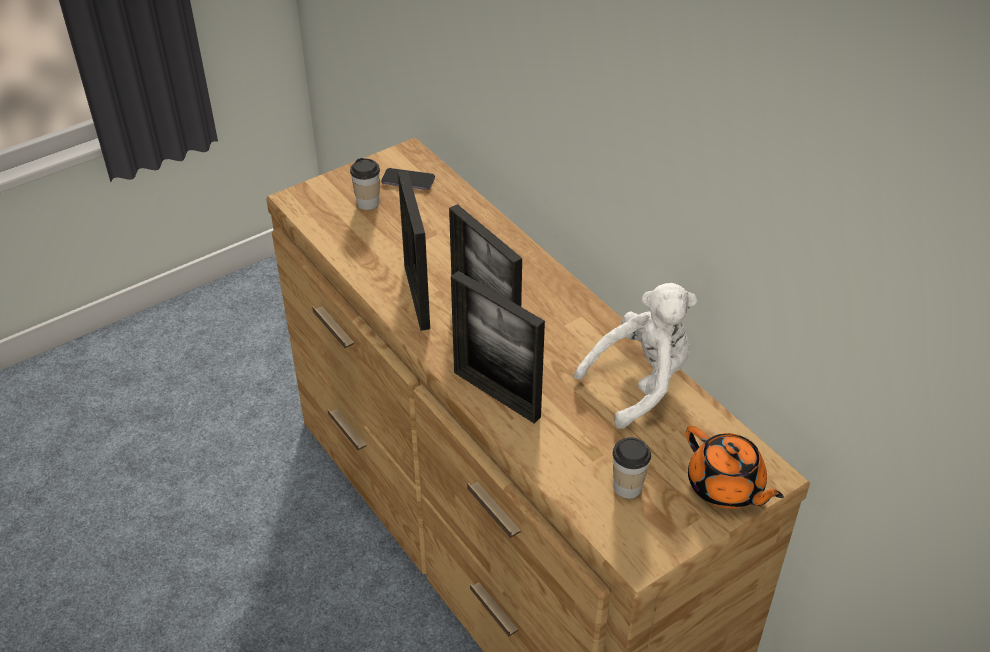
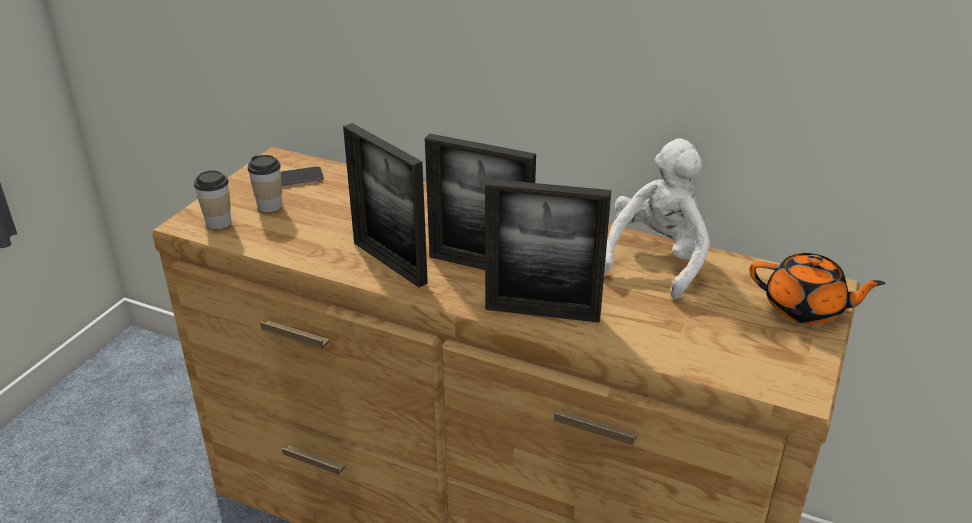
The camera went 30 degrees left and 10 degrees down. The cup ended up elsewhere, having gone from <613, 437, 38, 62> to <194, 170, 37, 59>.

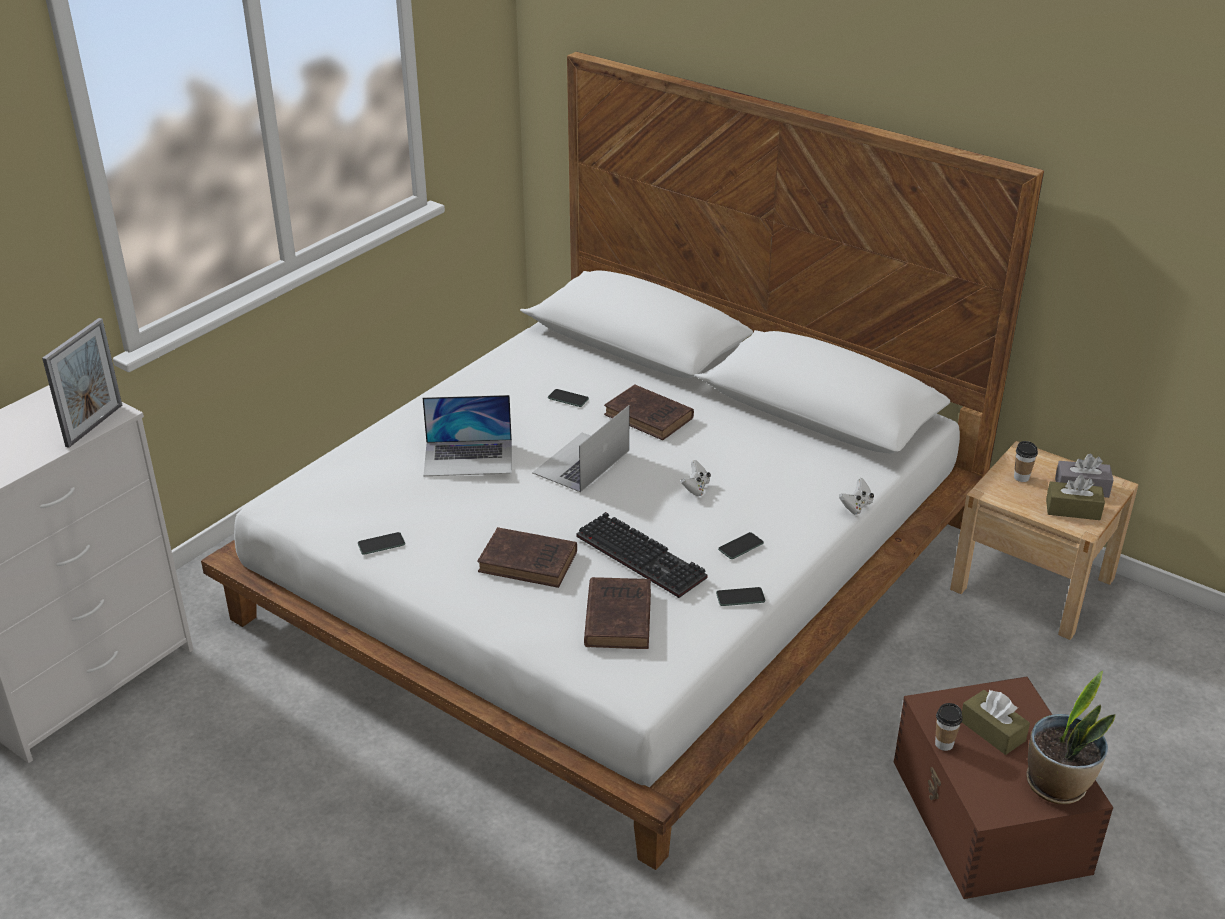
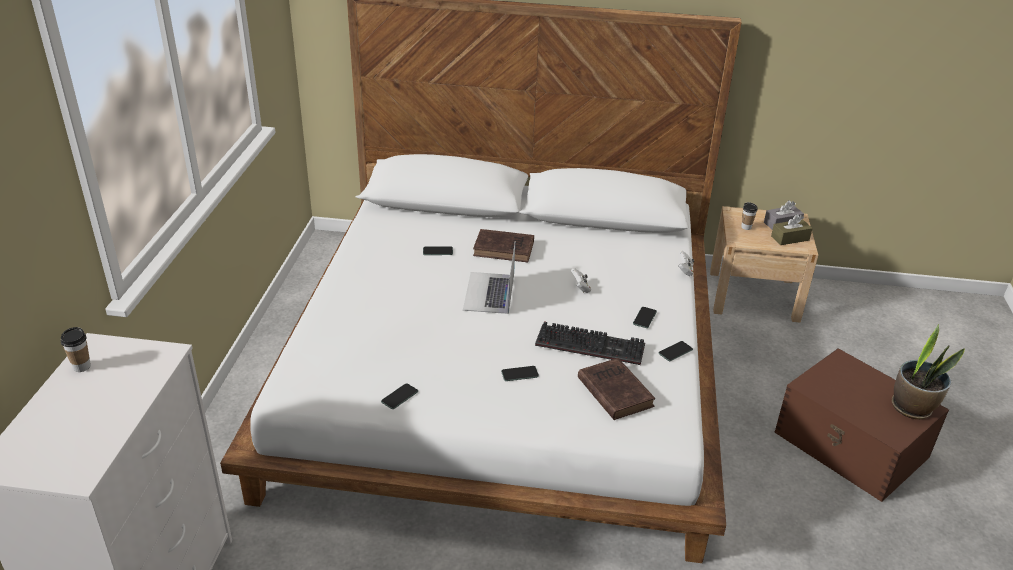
The camera went 30 degrees left and 0 degrees up. The second view lost the picture frame at <42, 318, 80, 130>. The second view lost the laptop at <423, 395, 89, 81>. Where the brown book stood at <477, 527, 100, 61>, the phone came to stand at <501, 366, 38, 15>. The cup ended up elsewhere, having gone from <935, 703, 27, 48> to <61, 327, 30, 45>. The second view lost the brown tissue box at <962, 690, 68, 65>.

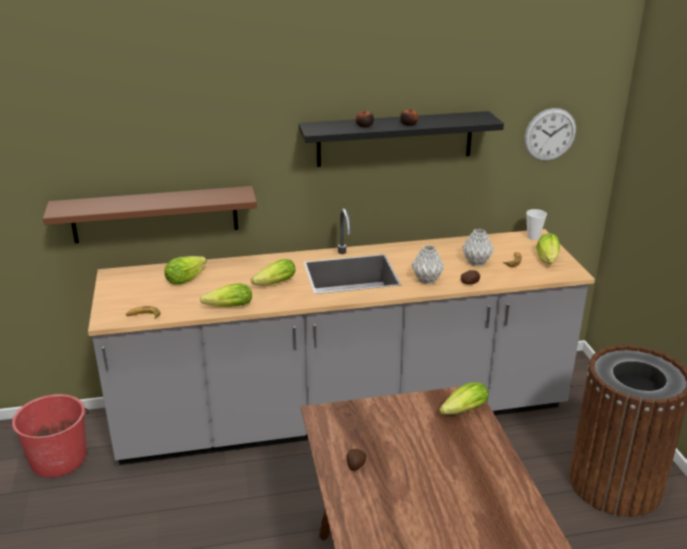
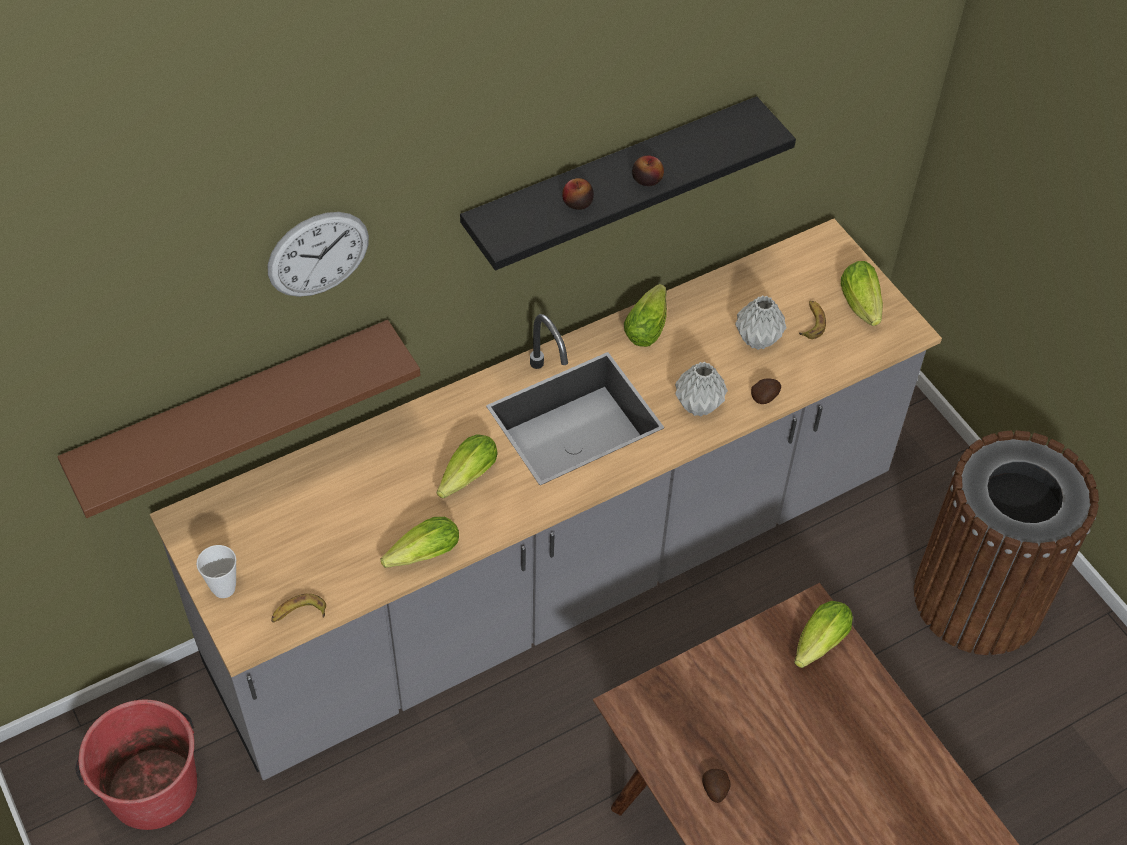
The camera went 20 degrees left and 25 degrees up. The lettuce ended up elsewhere, having gone from <164, 256, 43, 29> to <624, 284, 43, 63>. The wall clock ended up elsewhere, having gone from <524, 108, 52, 53> to <268, 212, 101, 85>. The cup ended up elsewhere, having gone from <526, 209, 21, 31> to <196, 545, 40, 53>.

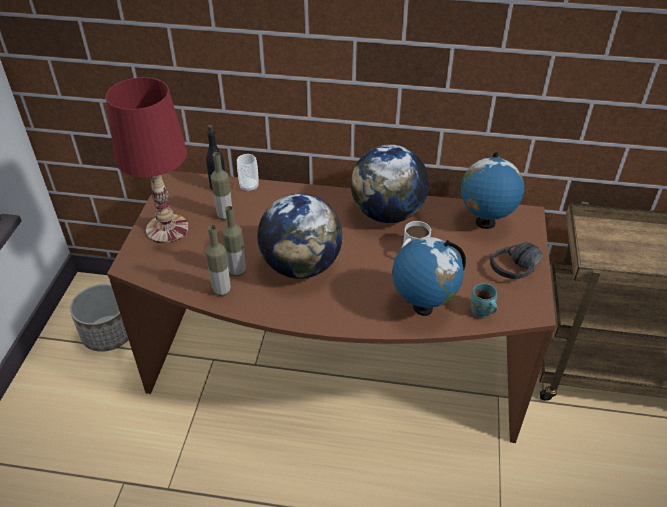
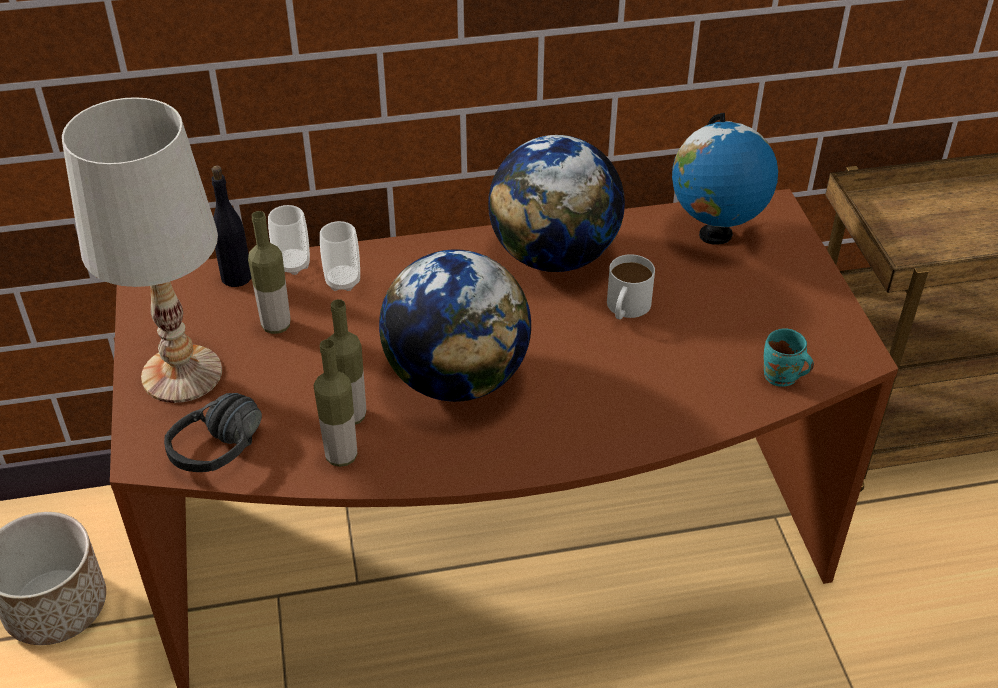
The camera went 20 degrees left and 0 degrees up. What was the red table lamp at <106, 77, 83, 166> turned into the white table lamp at <62, 97, 160, 306>. The second view lost the globe at <392, 237, 74, 79>. The black headphones ended up elsewhere, having gone from <490, 242, 53, 37> to <164, 393, 98, 79>. The second view gained the cup at <320, 221, 40, 70>.

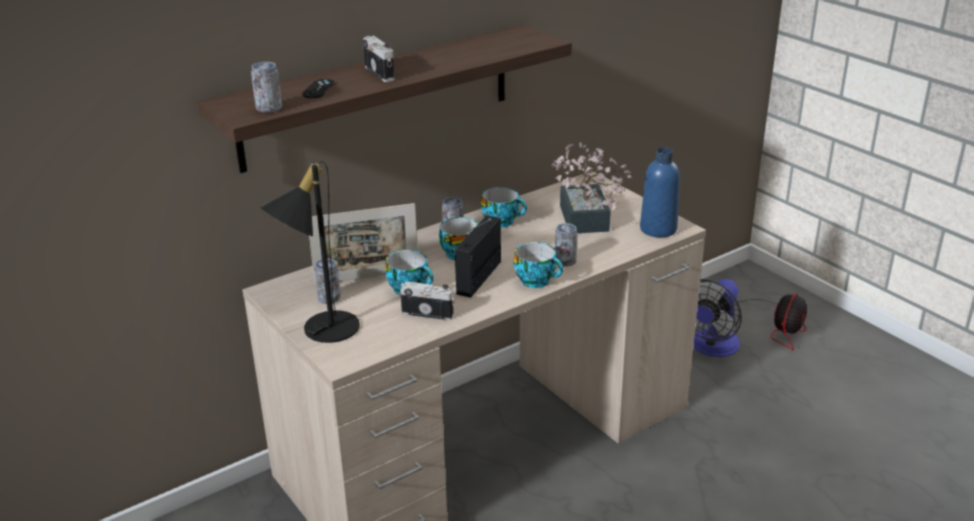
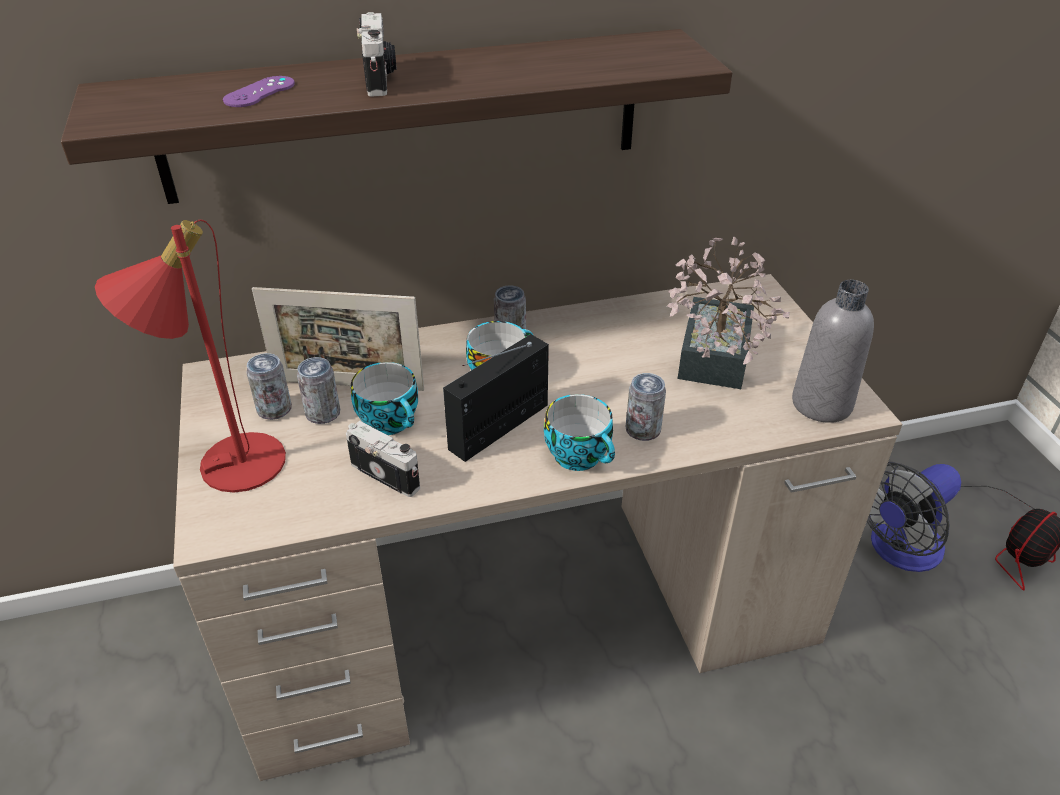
The camera went 20 degrees right and 10 degrees up. The can ended up elsewhere, having gone from <251, 62, 31, 51> to <297, 357, 43, 67>. What was the black table lamp at <260, 161, 100, 182> turned into the red table lamp at <95, 220, 191, 273>. What was the black game controller at <302, 79, 33, 19> turned into the purple game controller at <223, 76, 72, 31>. The second view lost the cup at <481, 187, 46, 41>. What was the blue bottle at <640, 148, 40, 89> turned into the grey bottle at <792, 280, 82, 143>.

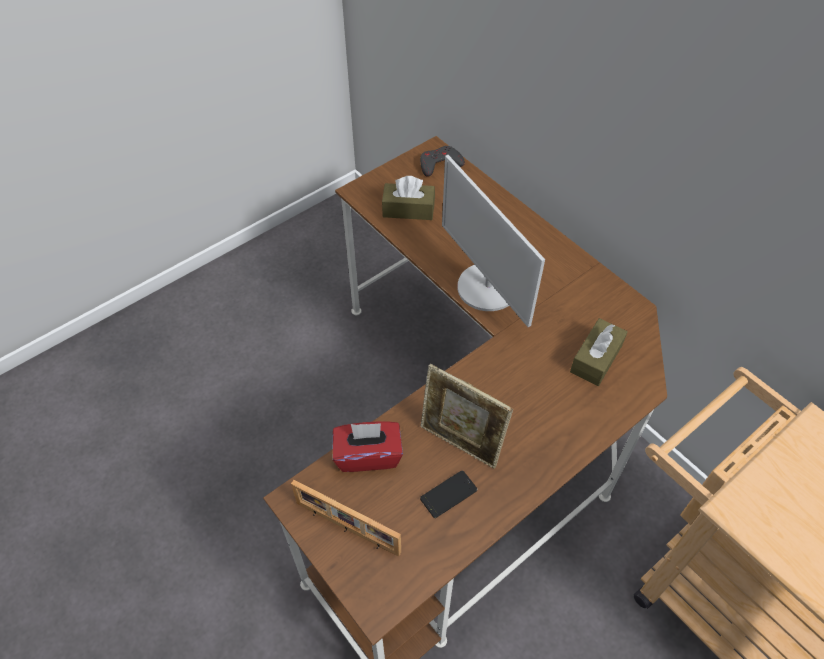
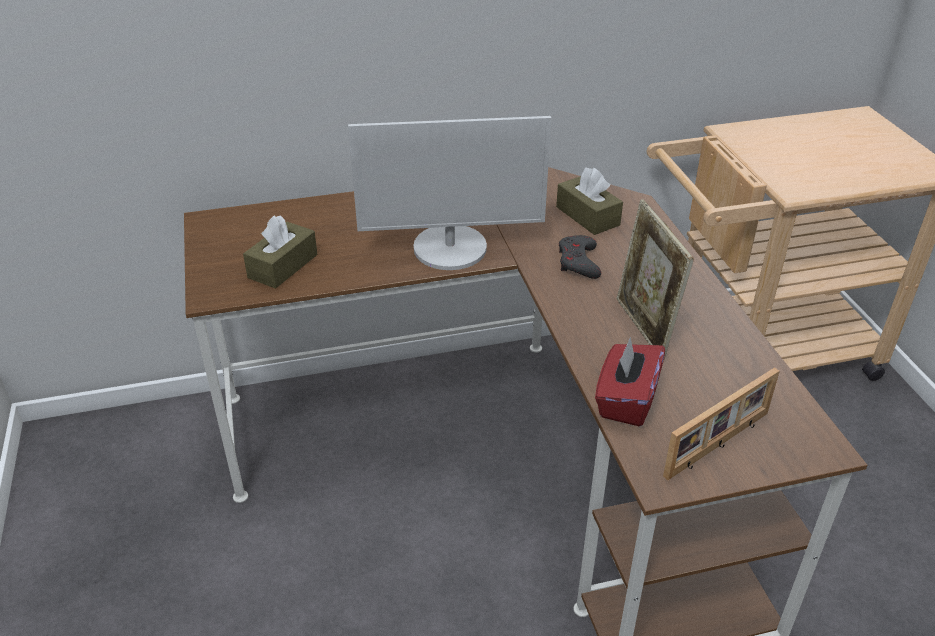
The camera went 65 degrees left and 15 degrees down. The grey game controller ended up elsewhere, having gone from <420, 146, 45, 31> to <559, 235, 42, 44>. The second view lost the phone at <420, 471, 57, 47>. The picture frame at <421, 364, 92, 105> ended up facing another way, 105 degrees clockwise from before.

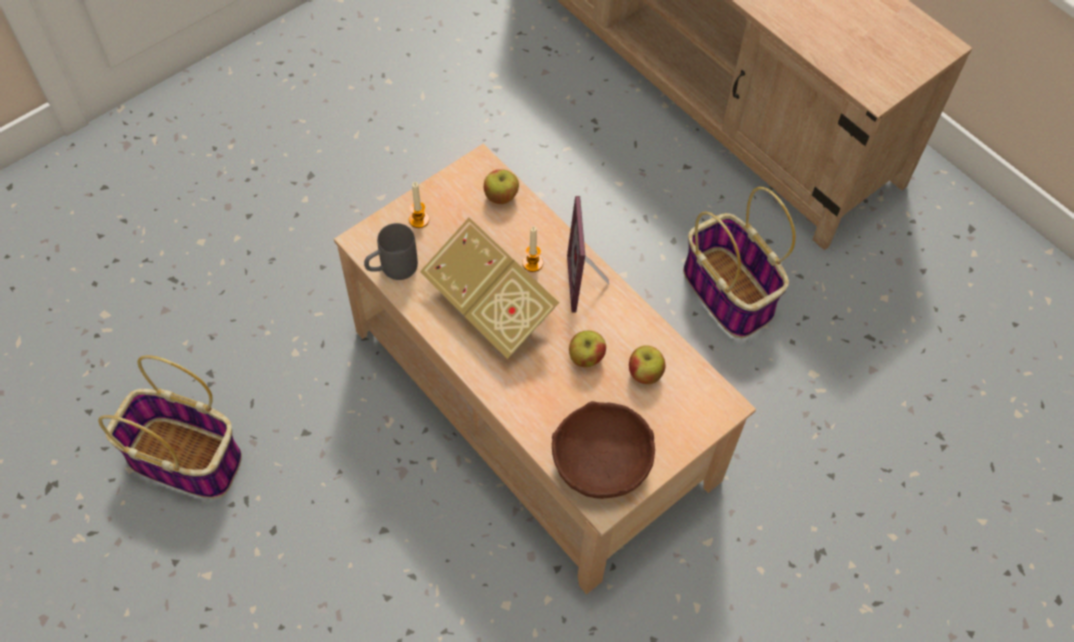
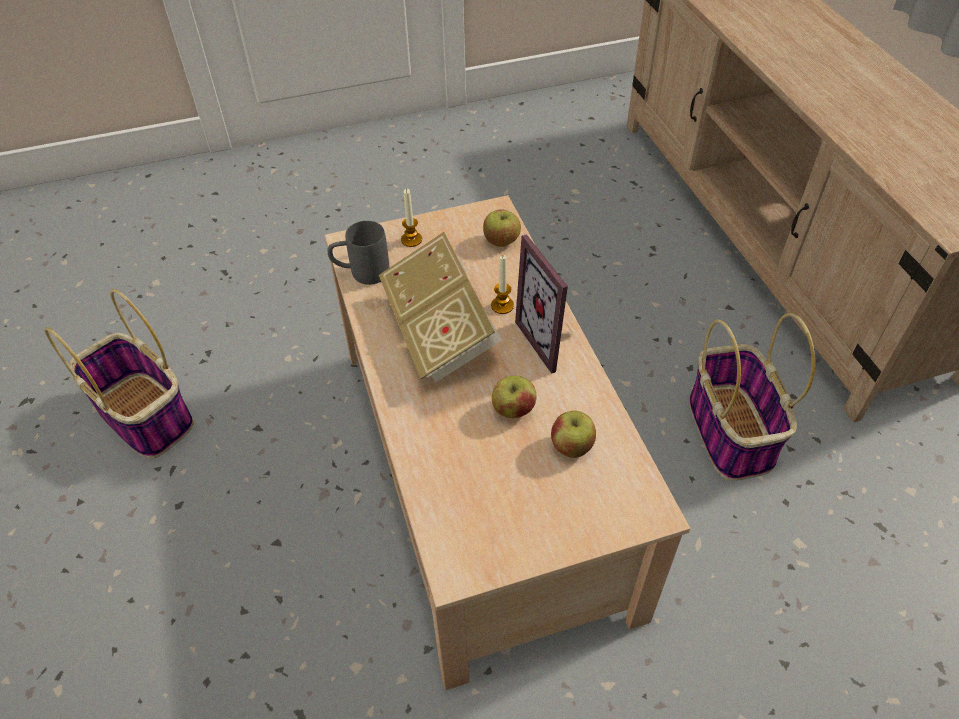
The camera went 25 degrees right and 10 degrees down. The second view lost the brown bowl at <552, 401, 103, 98>. The picture frame at <567, 196, 42, 117> ended up facing another way, 45 degrees counterclockwise from before.

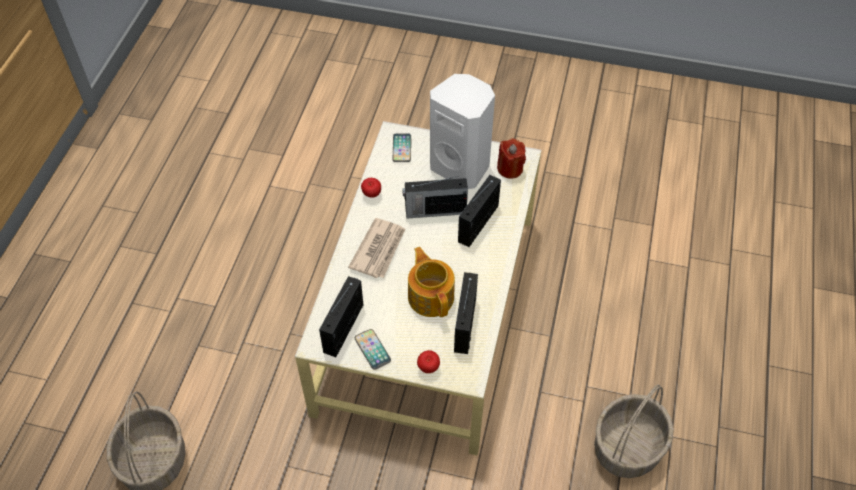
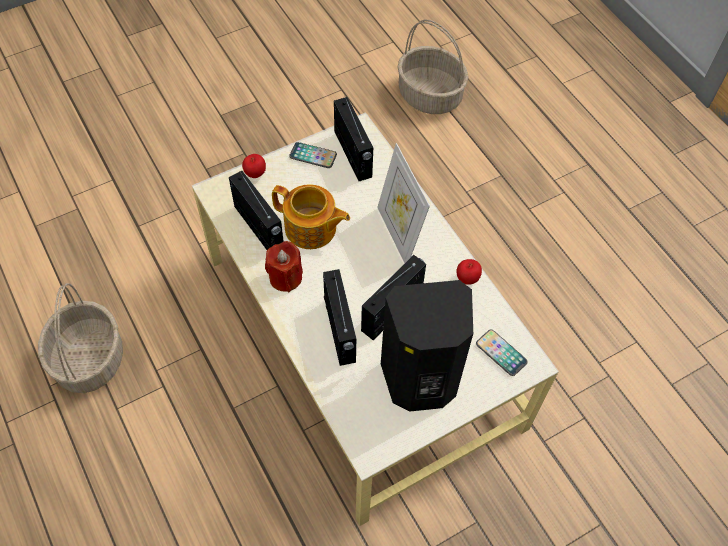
The camera went 135 degrees right and 5 degrees up. Where the newspaper stood at <348, 218, 57, 60>, the picture frame came to stand at <377, 143, 53, 120>. What was the white speaker at <430, 74, 65, 115> turned into the black speaker at <381, 280, 92, 131>. The red candle ended up elsewhere, having gone from <497, 139, 29, 40> to <265, 241, 38, 52>.

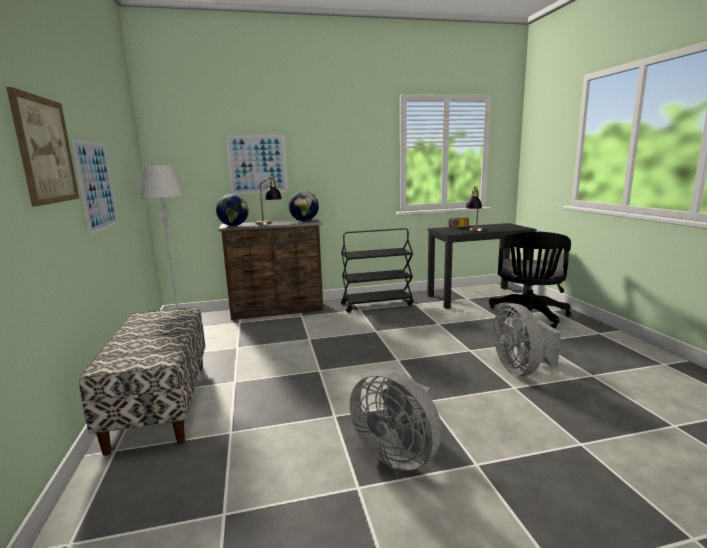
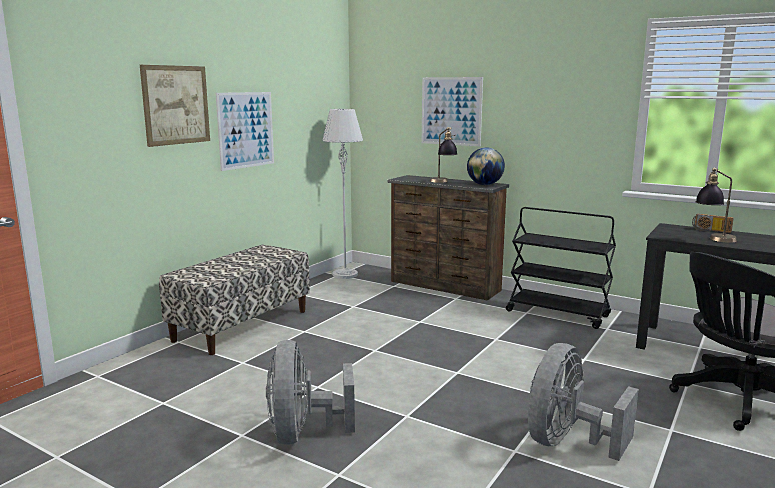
The camera went 45 degrees right and 0 degrees up. The second view lost the globe at <216, 194, 33, 32>.

